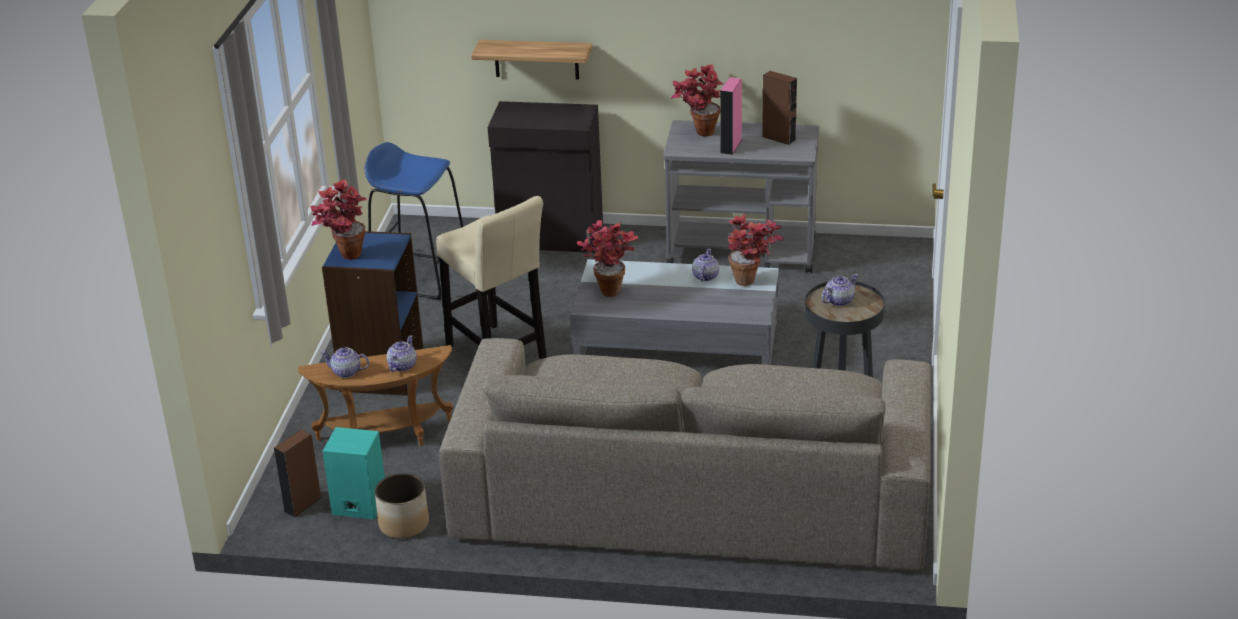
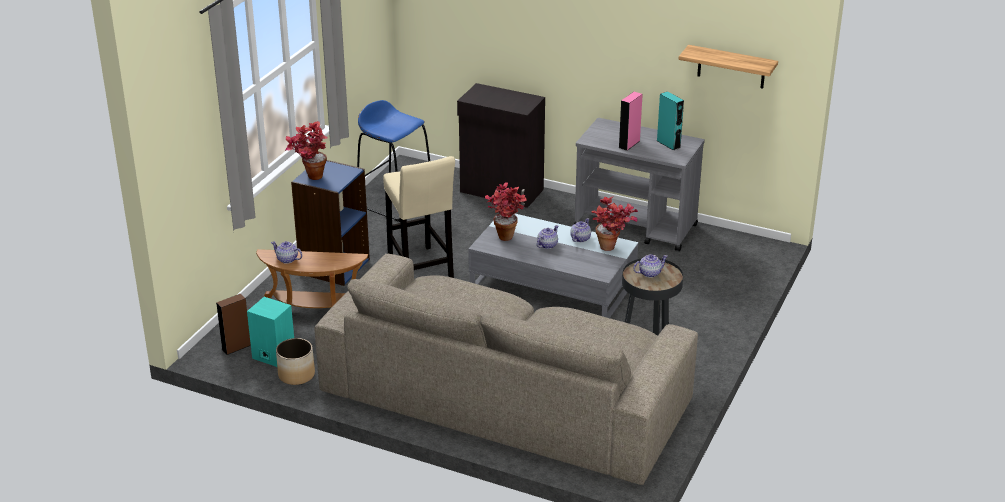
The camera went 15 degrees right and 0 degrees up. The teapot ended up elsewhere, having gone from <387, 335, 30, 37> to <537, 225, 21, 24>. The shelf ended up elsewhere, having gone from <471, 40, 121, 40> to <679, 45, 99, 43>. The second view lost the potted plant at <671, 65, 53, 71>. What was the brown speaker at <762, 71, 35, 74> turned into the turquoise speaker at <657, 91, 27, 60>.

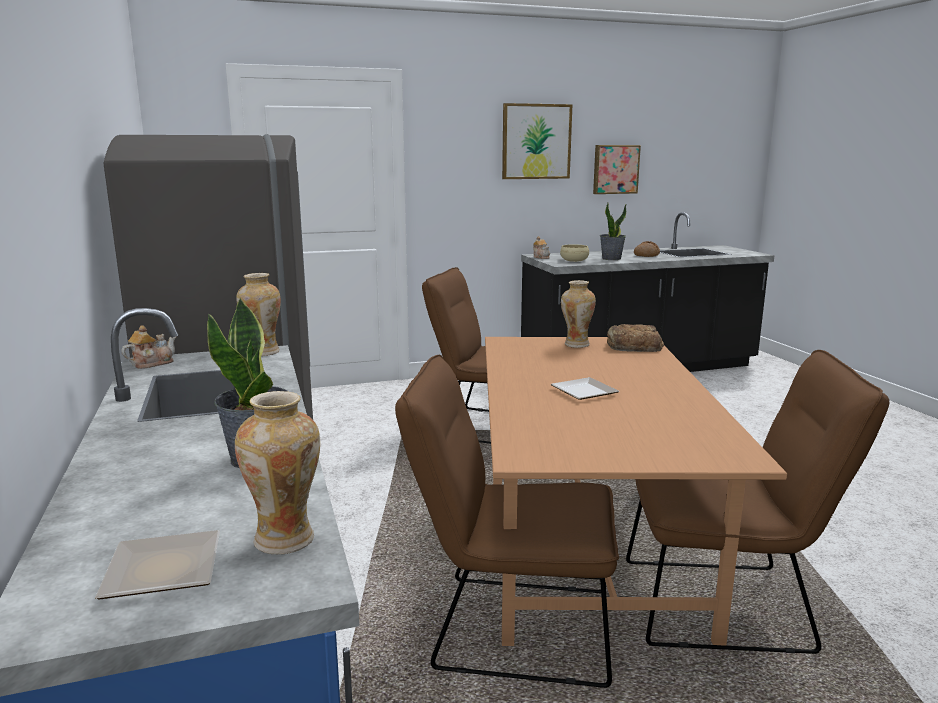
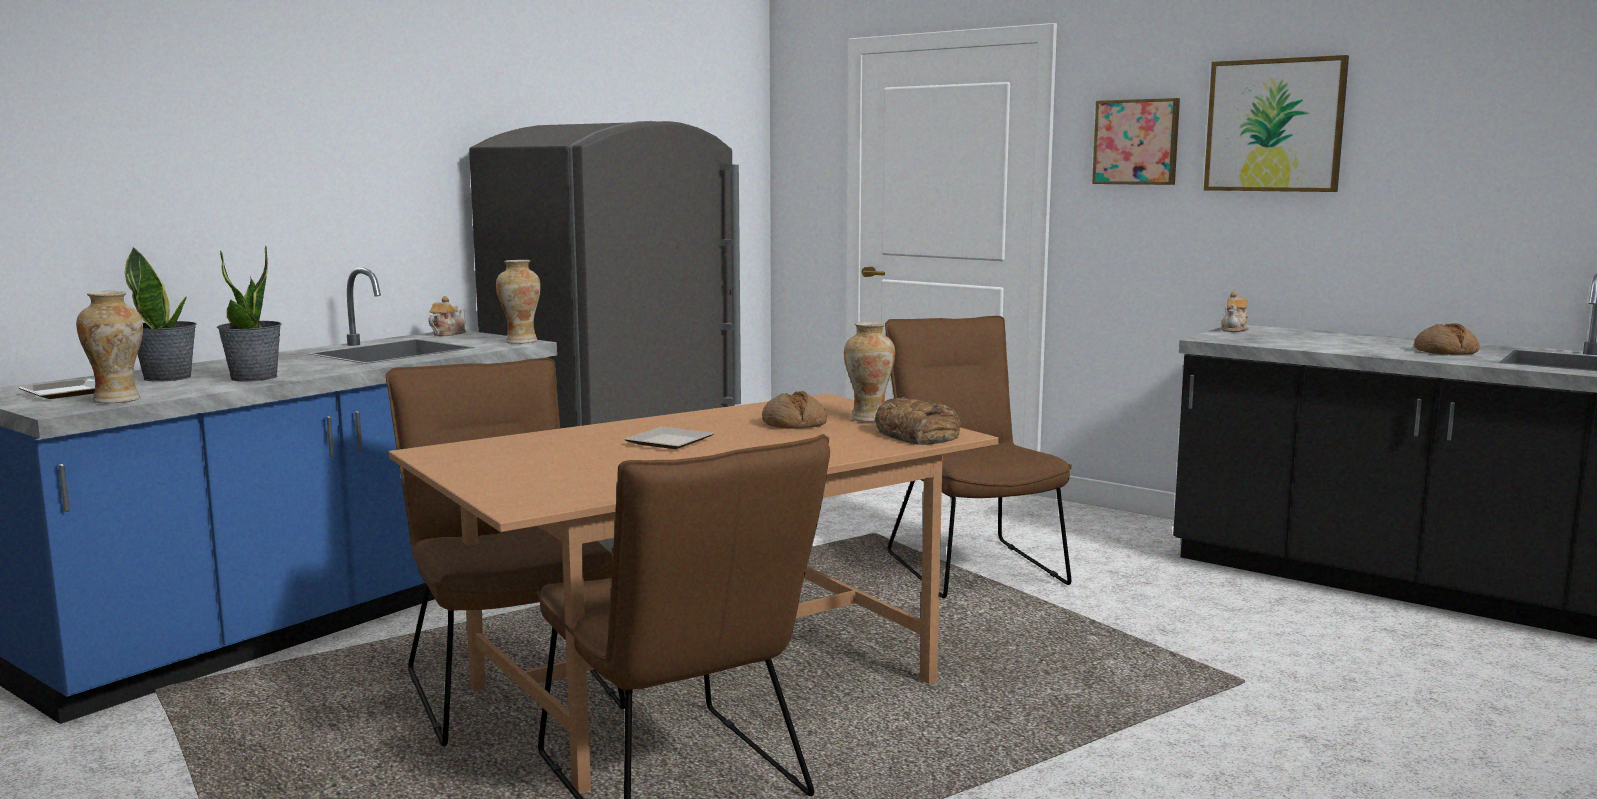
The camera went 55 degrees right and 5 degrees down. The teapot at <121, 325, 55, 44> ended up facing another way, 75 degrees counterclockwise from before. The second view lost the beige bowl at <560, 244, 29, 18>. The picture ended up elsewhere, having gone from <593, 145, 48, 49> to <1092, 98, 88, 87>. The potted plant ended up elsewhere, having gone from <600, 203, 26, 57> to <125, 247, 72, 135>. The second view gained the bread at <762, 391, 65, 38>.

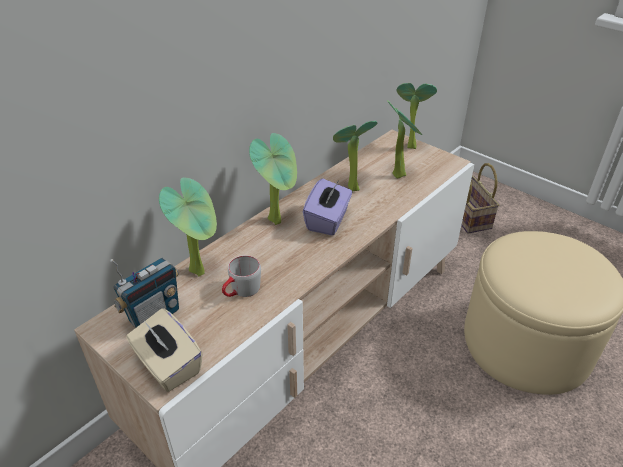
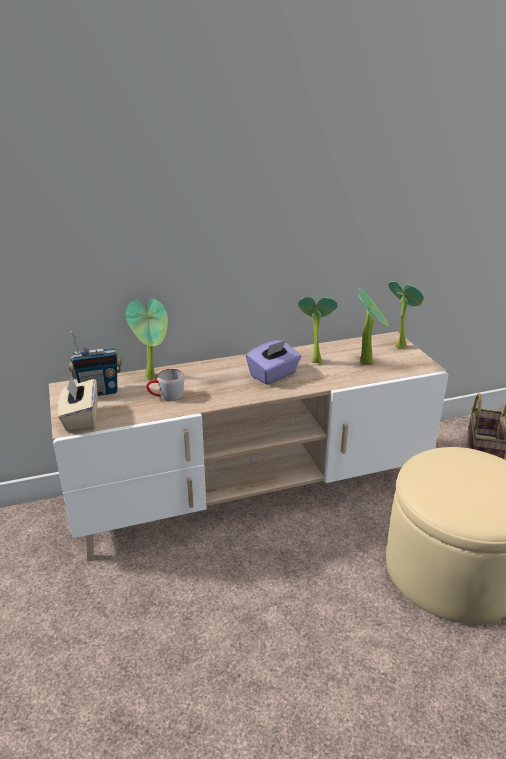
The camera went 30 degrees right and 10 degrees down. The second view lost the potted plant at <249, 133, 48, 92>.

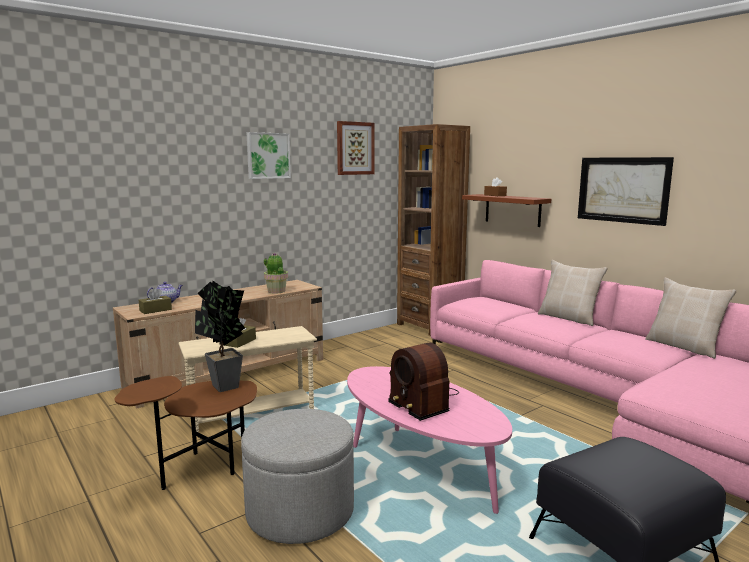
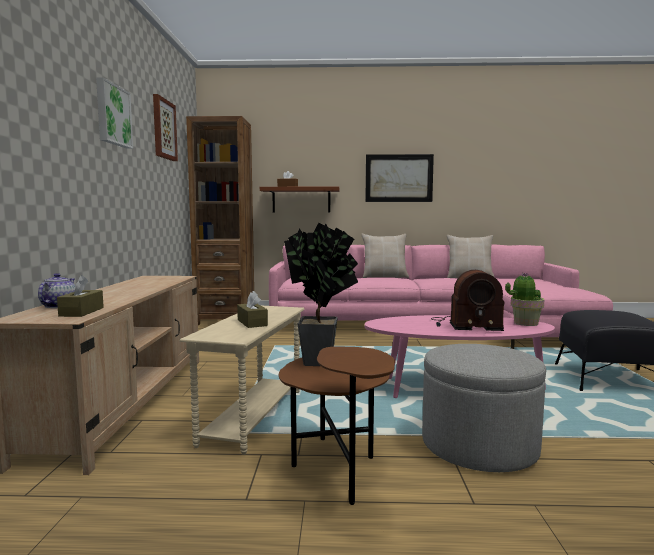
The camera went 50 degrees left and 5 degrees down. The potted plant ended up elsewhere, having gone from <264, 253, 24, 41> to <505, 273, 39, 53>.

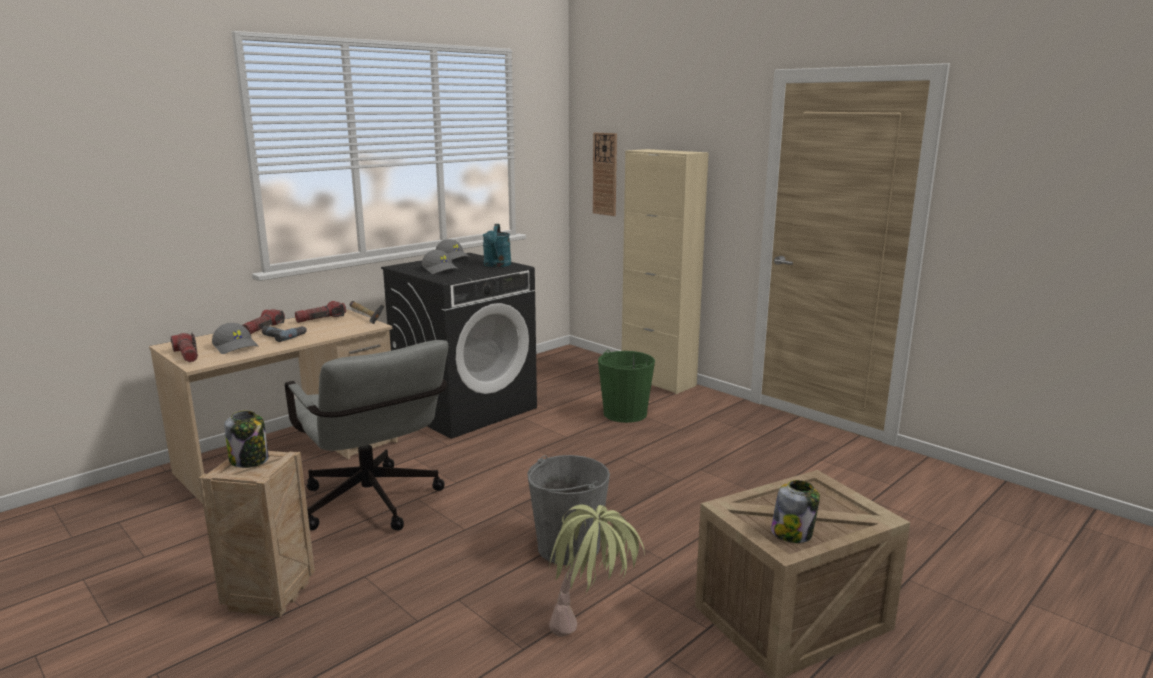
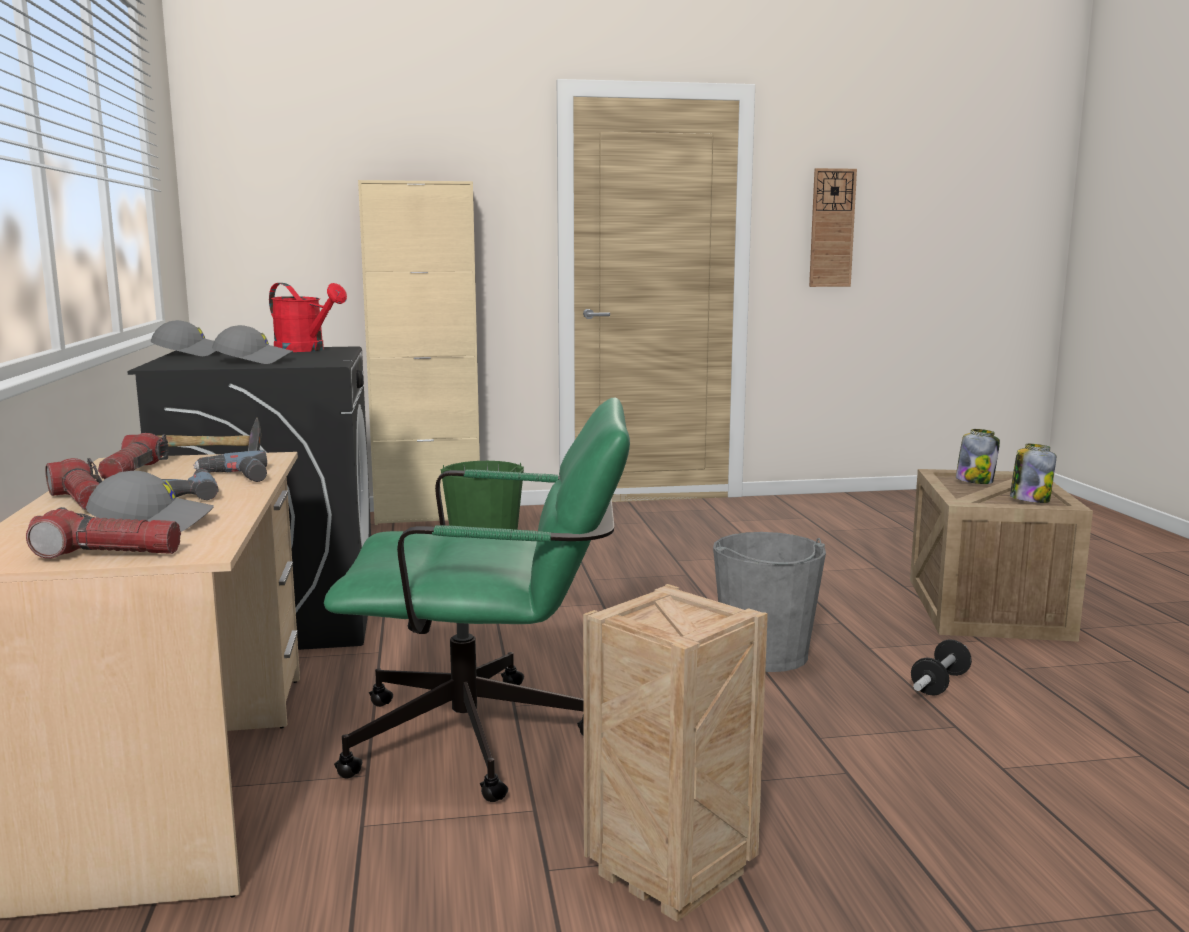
The camera went 55 degrees left and 5 degrees down. The jar ended up elsewhere, having gone from <224, 411, 45, 57> to <956, 429, 44, 55>. What was the grey office chair at <285, 340, 163, 190> turned into the green office chair at <324, 398, 306, 404>. What was the turquoise watering can at <483, 224, 28, 43> turned into the red watering can at <269, 283, 78, 69>. Where the potted plant stood at <549, 505, 95, 132>, the dumbbell came to stand at <911, 639, 61, 57>. The wall clock ended up elsewhere, having gone from <593, 133, 24, 83> to <809, 168, 48, 119>. The second view gained the power drill at <193, 450, 74, 32>.

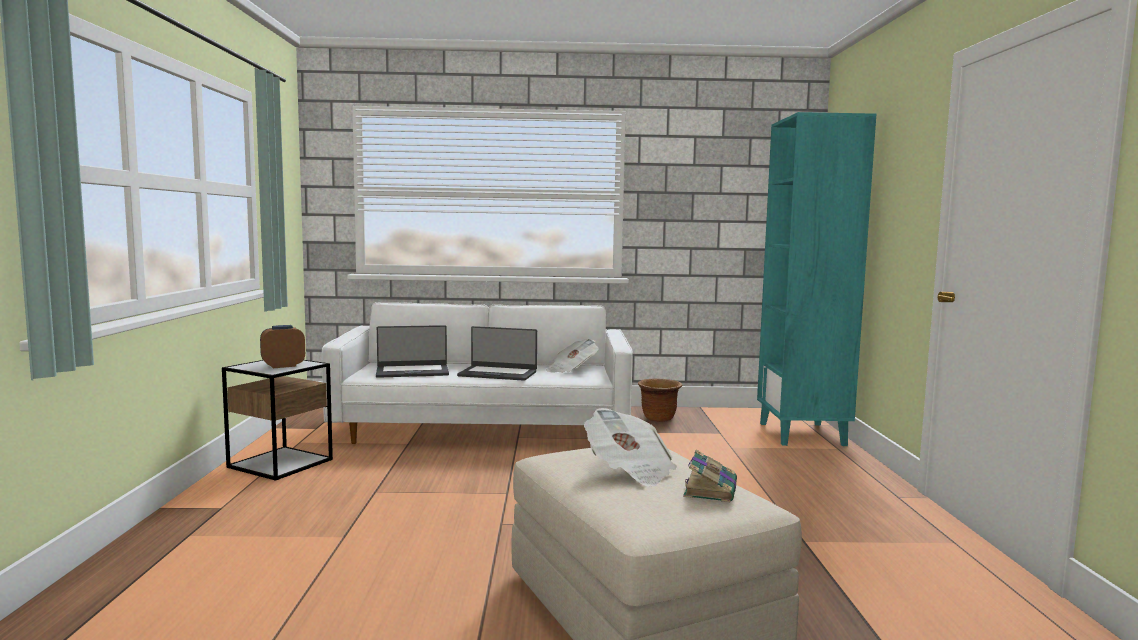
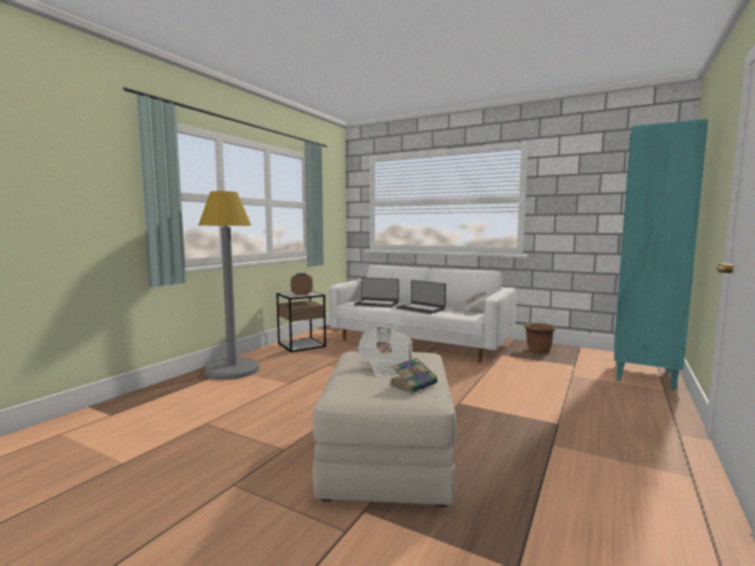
The camera went 30 degrees right and 0 degrees up. The second view gained the grey floor lamp at <198, 191, 61, 189>.

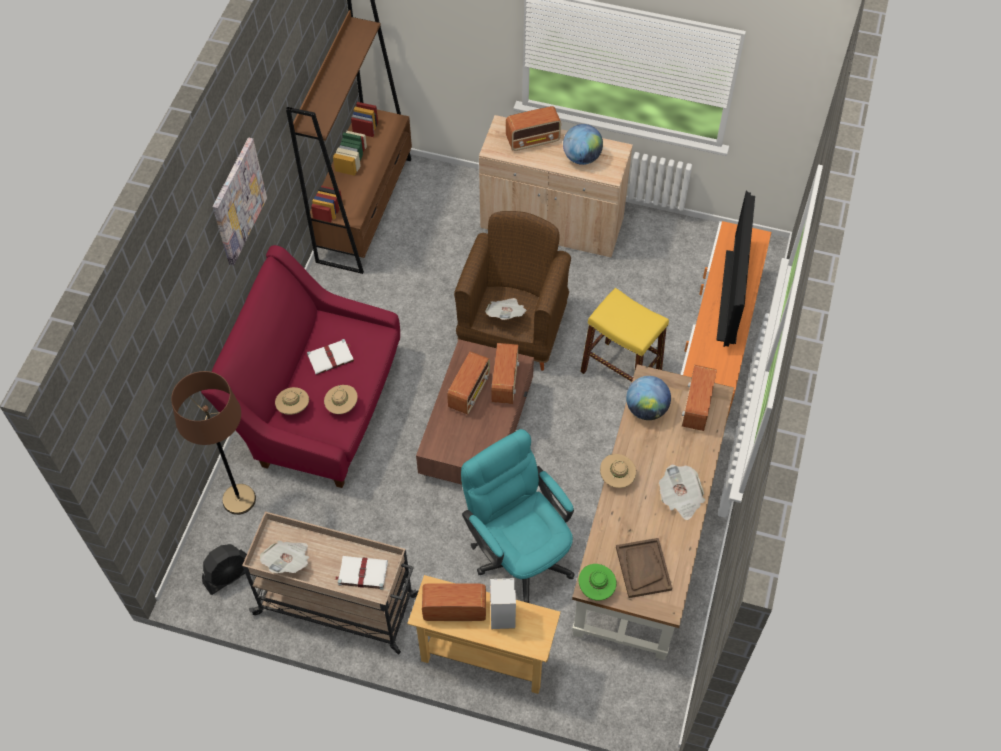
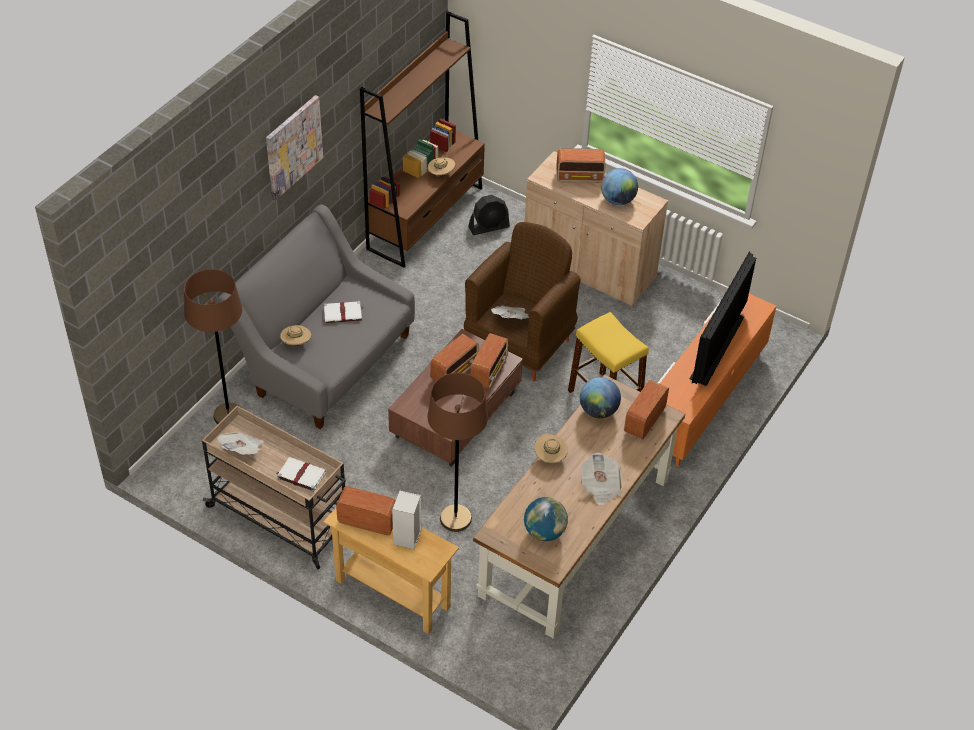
The camera went 15 degrees right and 10 degrees down. What was the red sofa at <201, 245, 199, 243> turned into the grey sofa at <217, 205, 198, 224>. The black fan ended up elsewhere, having gone from <202, 544, 45, 51> to <468, 195, 42, 40>. The beige hat ended up elsewhere, having gone from <324, 385, 34, 29> to <428, 155, 27, 21>. Where the turquoise office chair stood at <461, 429, 114, 174>, the brown floor lamp came to stand at <428, 373, 60, 159>. The second view lost the green hat at <579, 564, 37, 37>. Where the brown tray stood at <616, 538, 56, 60>, the globe came to stand at <524, 497, 44, 44>.

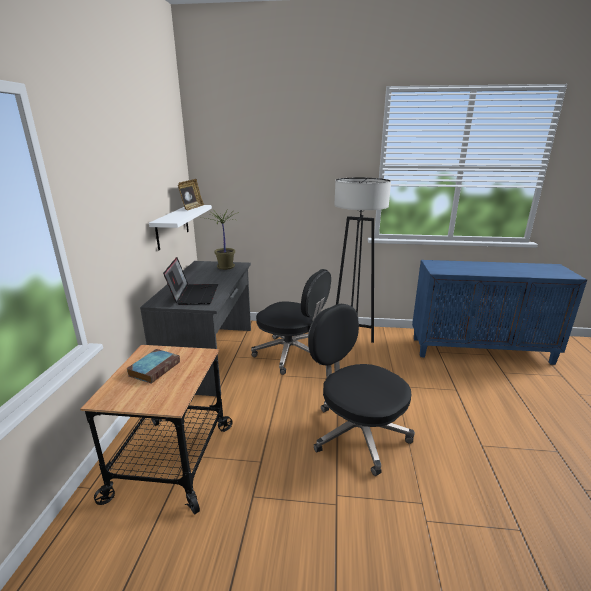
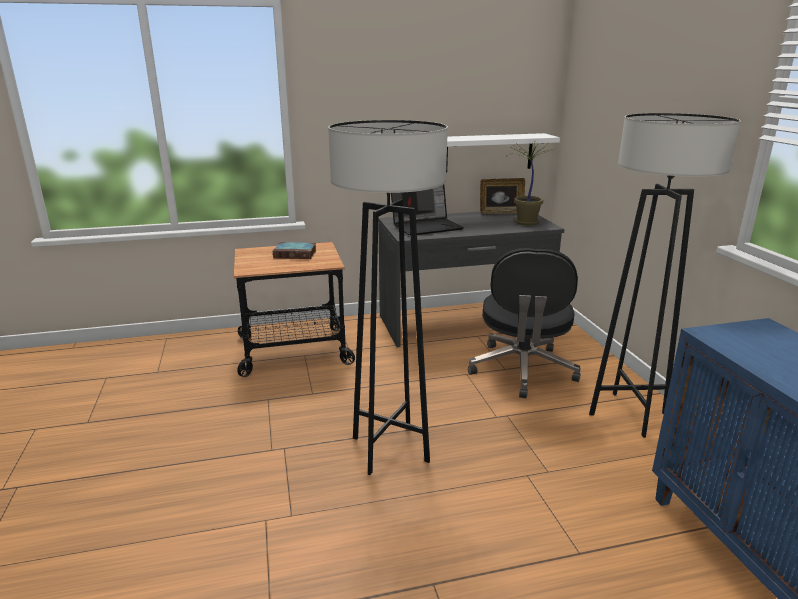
The camera went 70 degrees right and 0 degrees up. The picture frame ended up elsewhere, having gone from <178, 179, 26, 31> to <480, 178, 45, 36>. Where the black office chair stood at <308, 304, 107, 172>, the grey floor lamp came to stand at <328, 120, 120, 355>.

